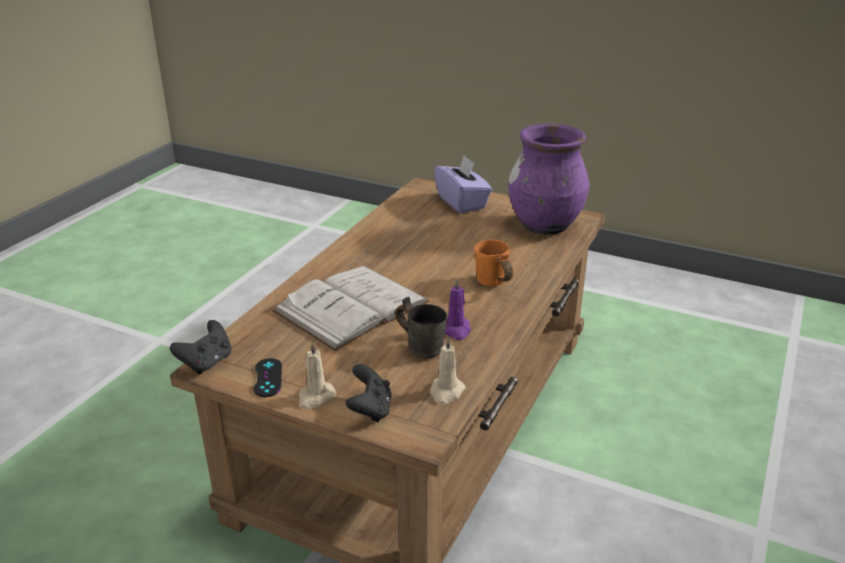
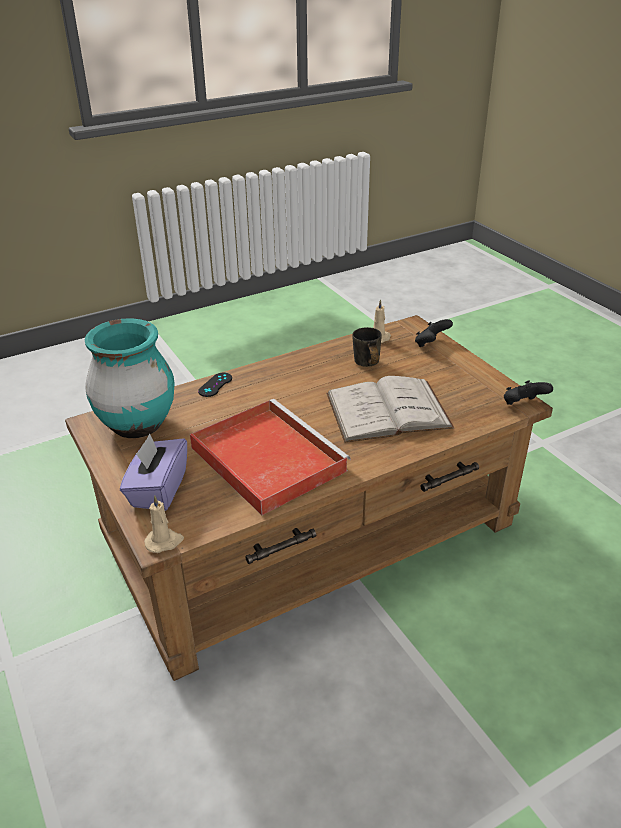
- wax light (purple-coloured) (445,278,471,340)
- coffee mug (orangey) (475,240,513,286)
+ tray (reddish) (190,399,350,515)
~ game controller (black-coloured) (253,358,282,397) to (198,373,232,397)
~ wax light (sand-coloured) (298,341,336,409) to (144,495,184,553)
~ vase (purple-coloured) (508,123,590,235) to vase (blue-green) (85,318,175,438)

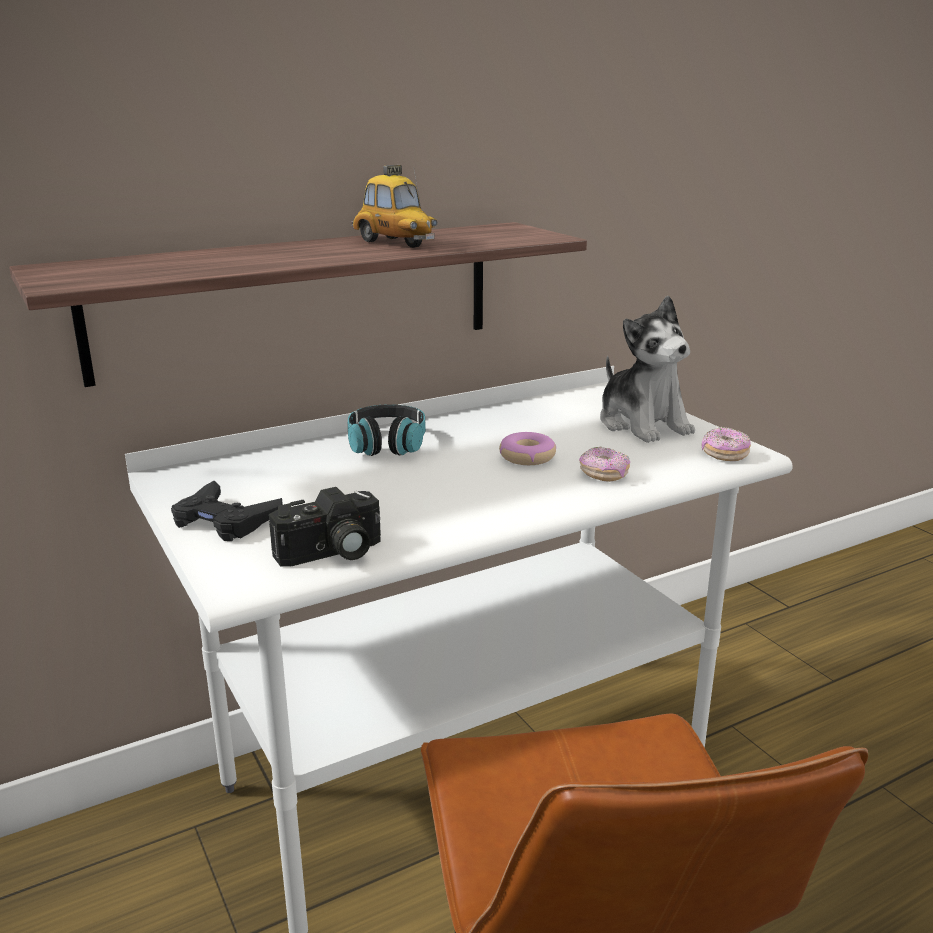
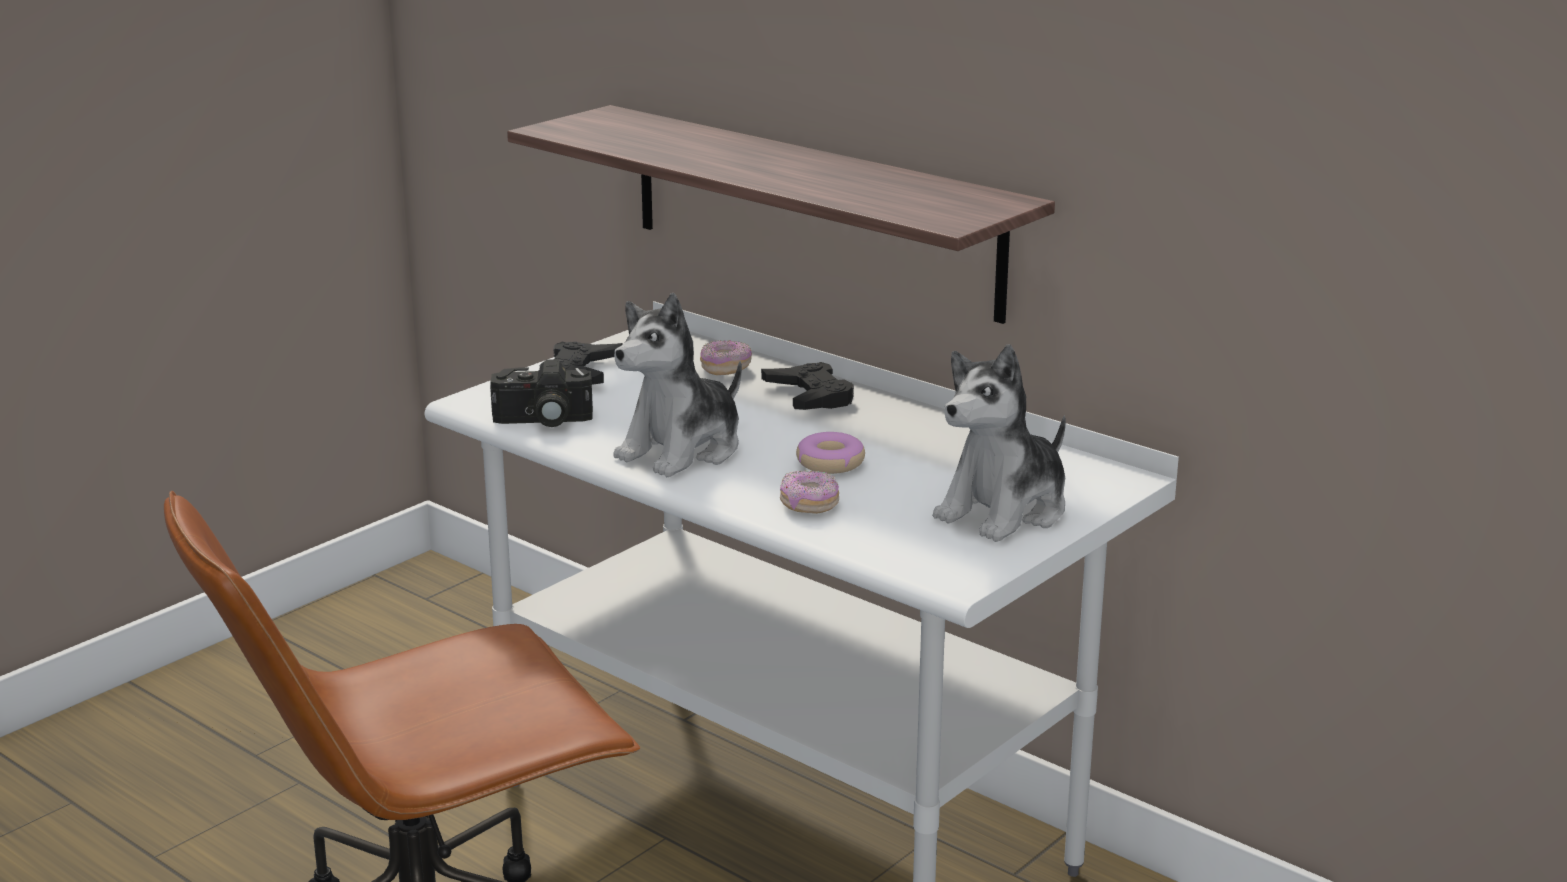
- toy car (351,165,438,248)
+ soft toy (613,293,742,477)
~ doughnut (702,427,751,461) to (700,340,752,375)
~ pair of headphones (348,404,426,456) to game controller (black-coloured) (761,362,854,410)
~ photo camera (269,487,381,567) = (490,361,593,427) 45 degrees counterclockwise

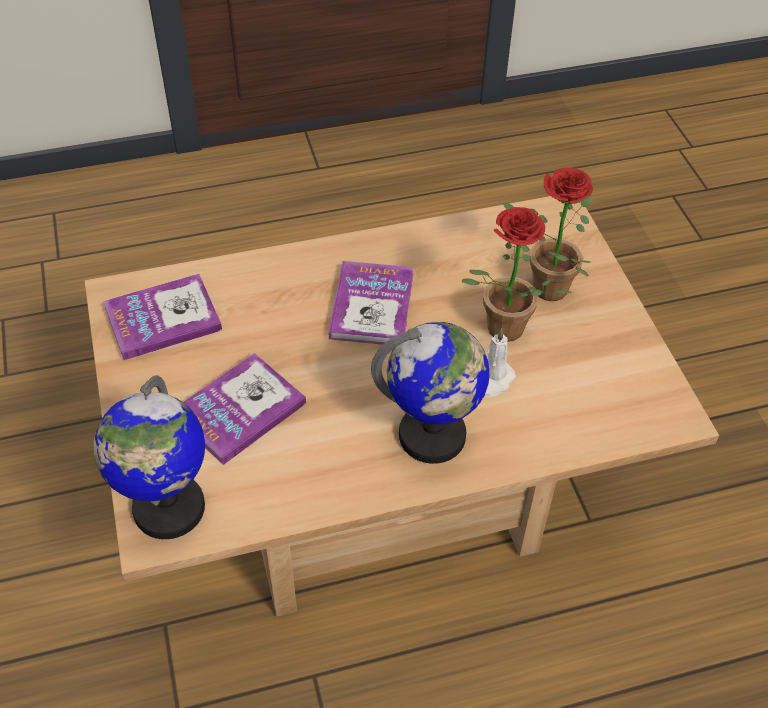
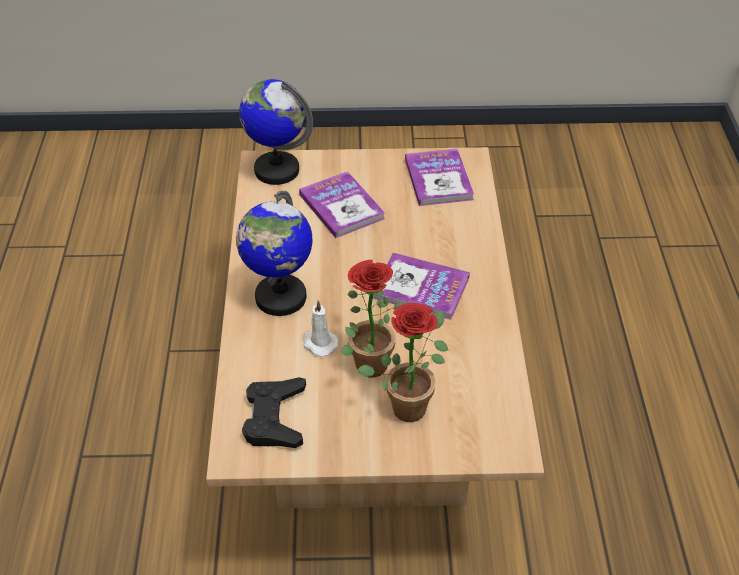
+ game controller (black-coloured) (242,377,306,448)

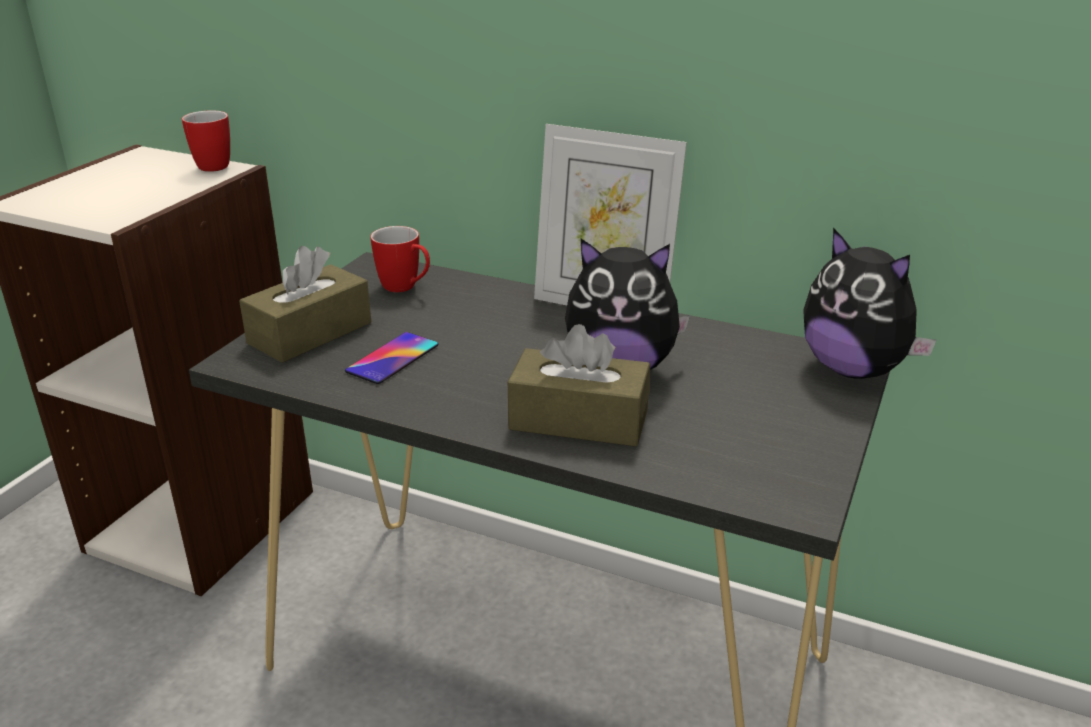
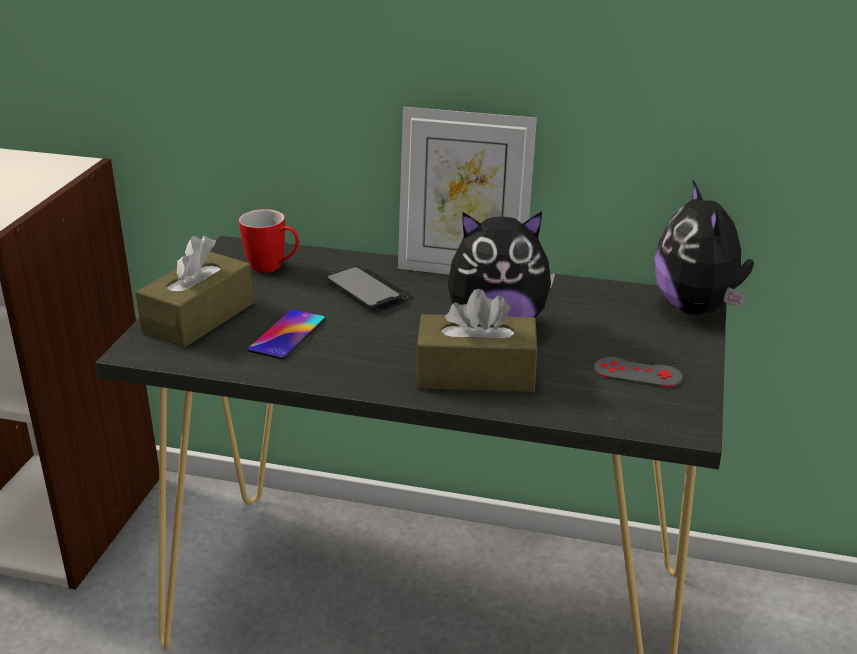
- coffee mug (182,110,230,172)
+ telephone (326,266,413,310)
+ game controller (greyish) (594,357,683,388)
~ soft toy (803,228,937,379) = (655,180,754,315) 45 degrees clockwise

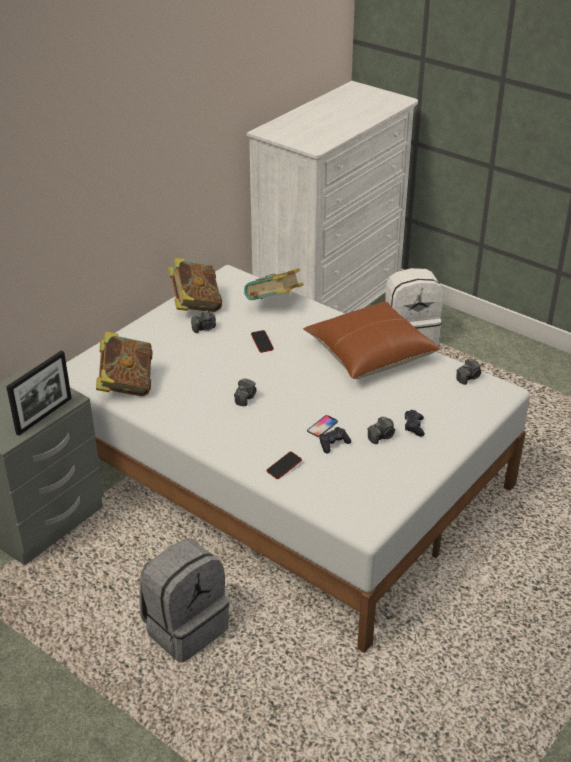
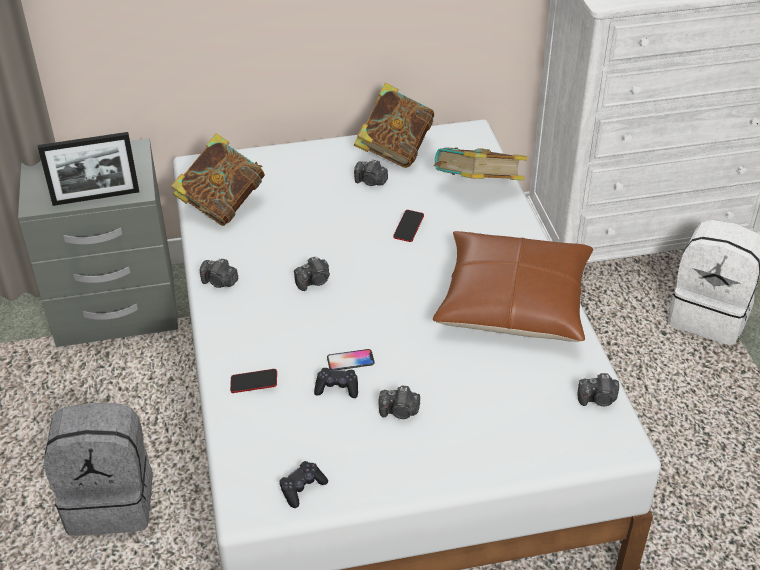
+ photo camera (200,259,238,288)
~ game controller (black-coloured) (405,410,425,437) to (279,461,328,508)

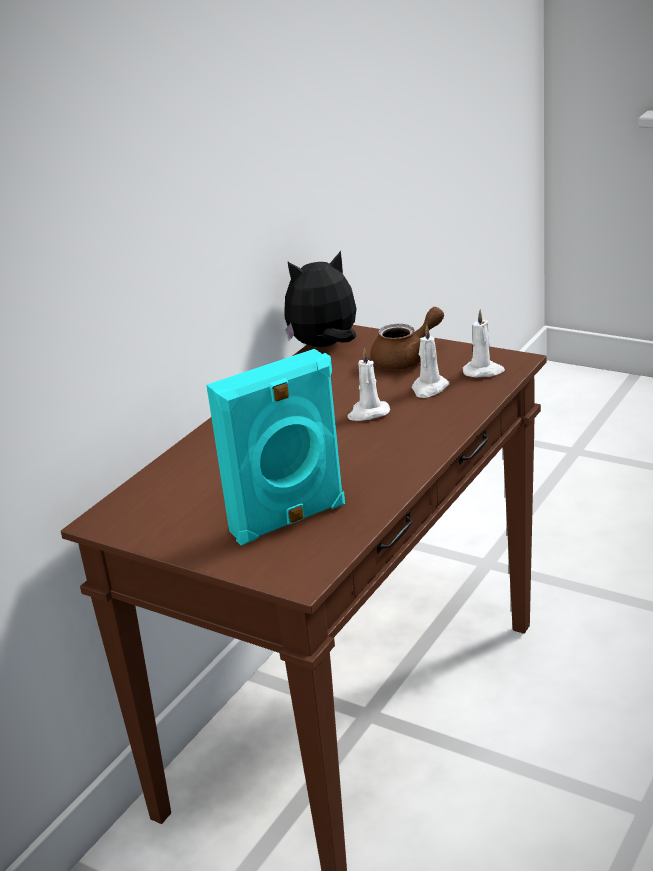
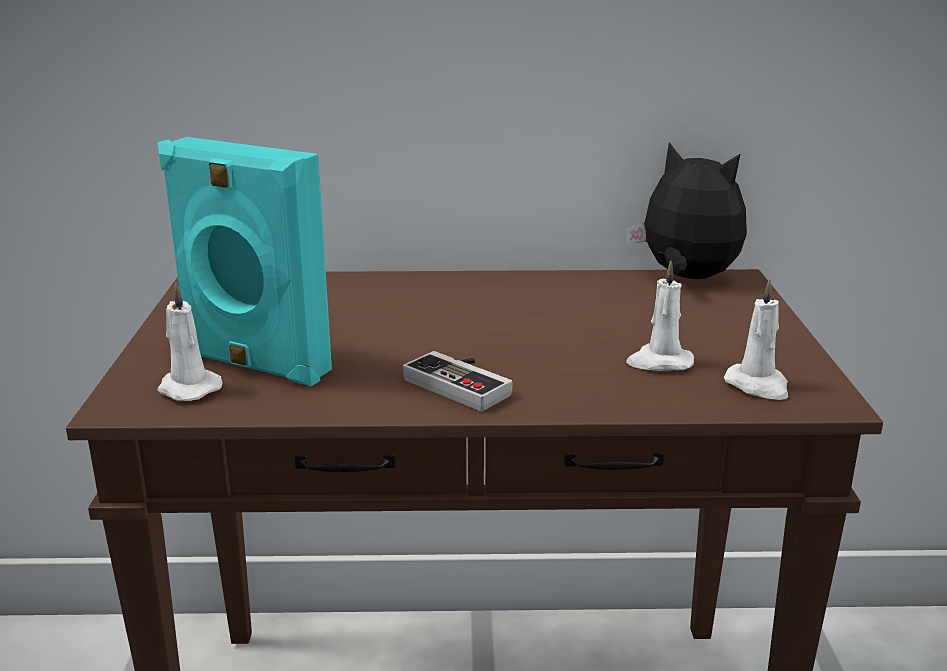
- tea pot (brown-coloured) (370,307,444,369)
+ game controller (403,351,512,411)
~ wax light (whitish) (347,348,390,421) to (157,283,223,401)

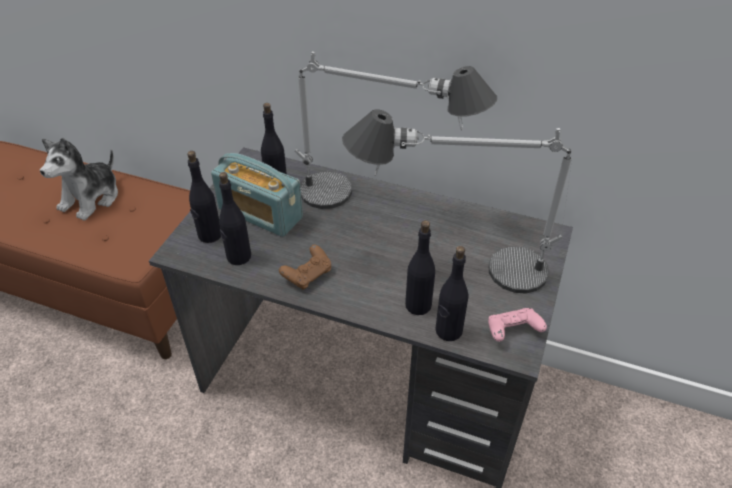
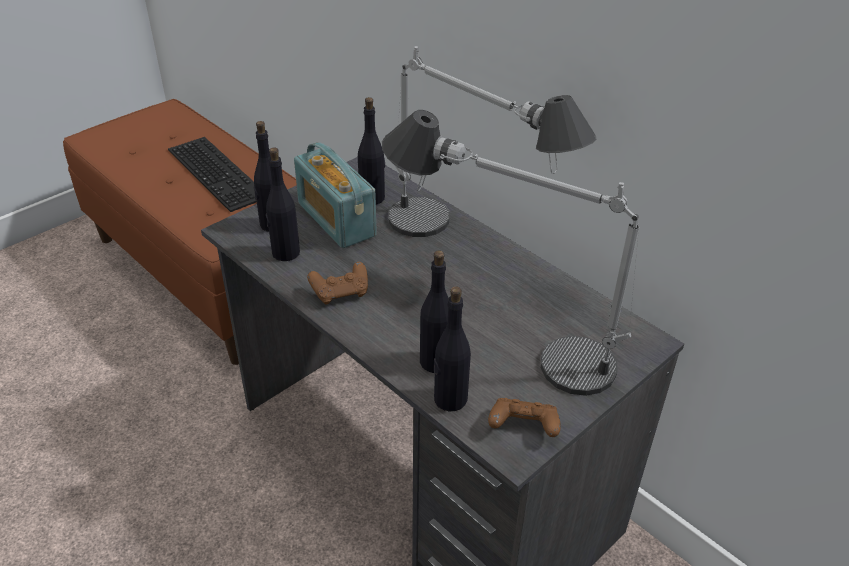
~ soft toy (40,137,118,221) to computer keyboard (168,137,257,212)
~ game controller (pinkish) (488,308,547,342) to game controller (brown-coloured) (488,398,561,437)

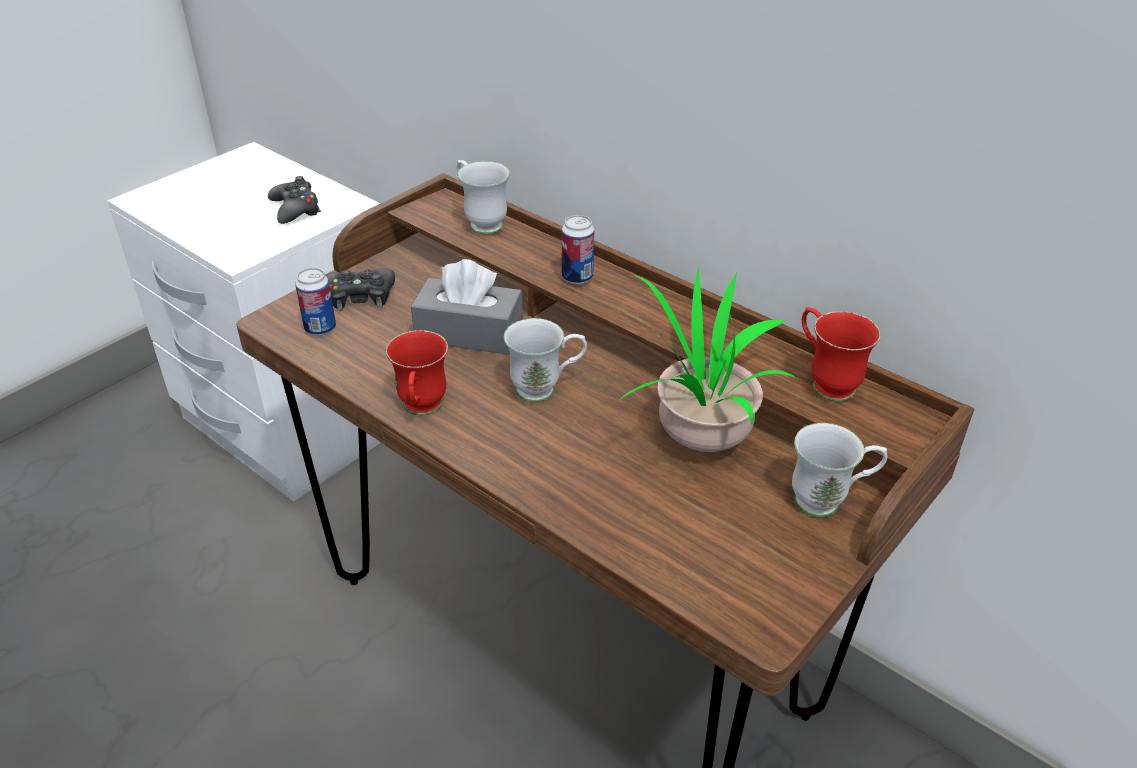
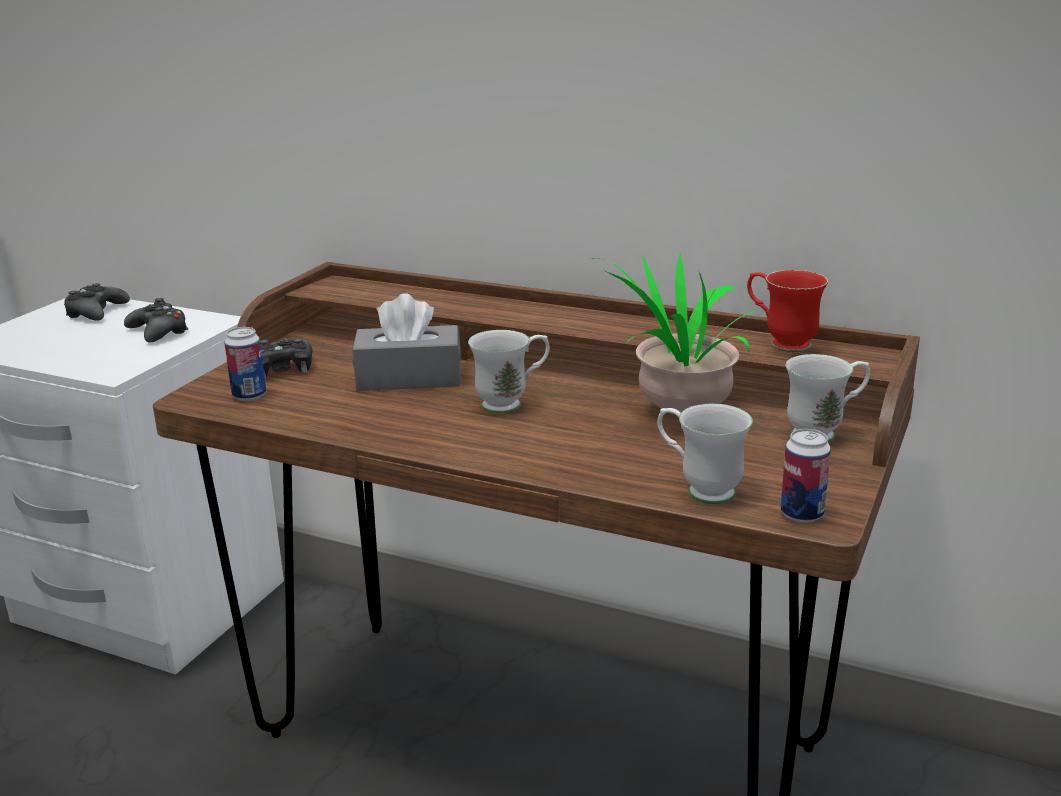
- coffee mug (reddish) (386,330,448,416)
+ game controller (black-coloured) (64,283,130,321)
~ coffee mug (whitish) (457,160,510,234) to (657,404,753,504)
~ sealed can (562,215,594,284) to (781,429,831,523)

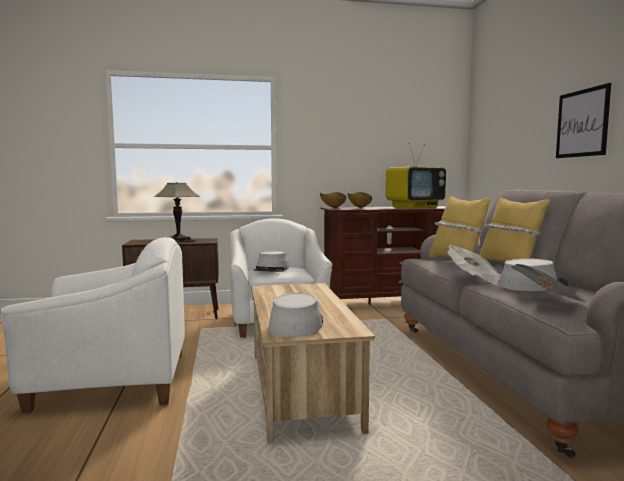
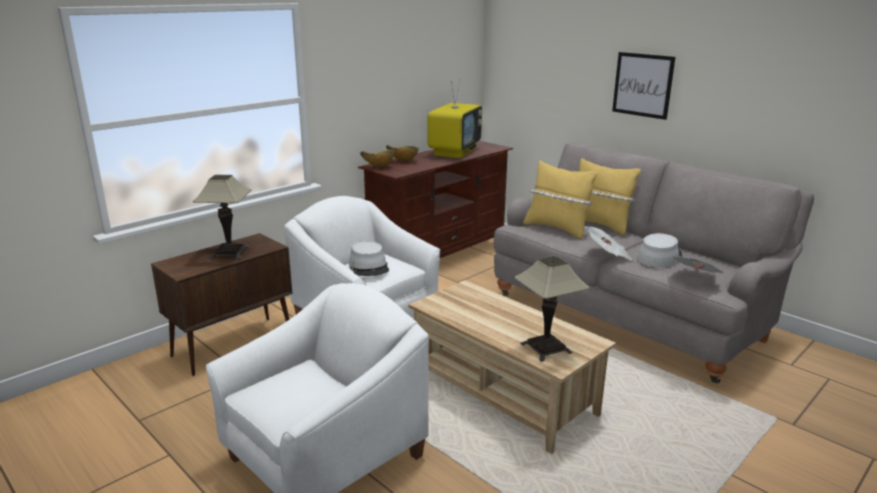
~ clothing hat (greyish) (269,293,323,337) to lamp for a table (514,256,589,362)

